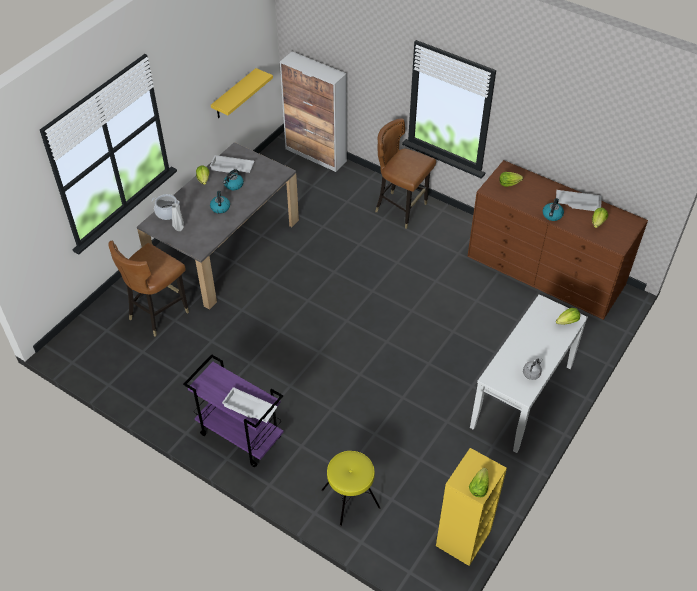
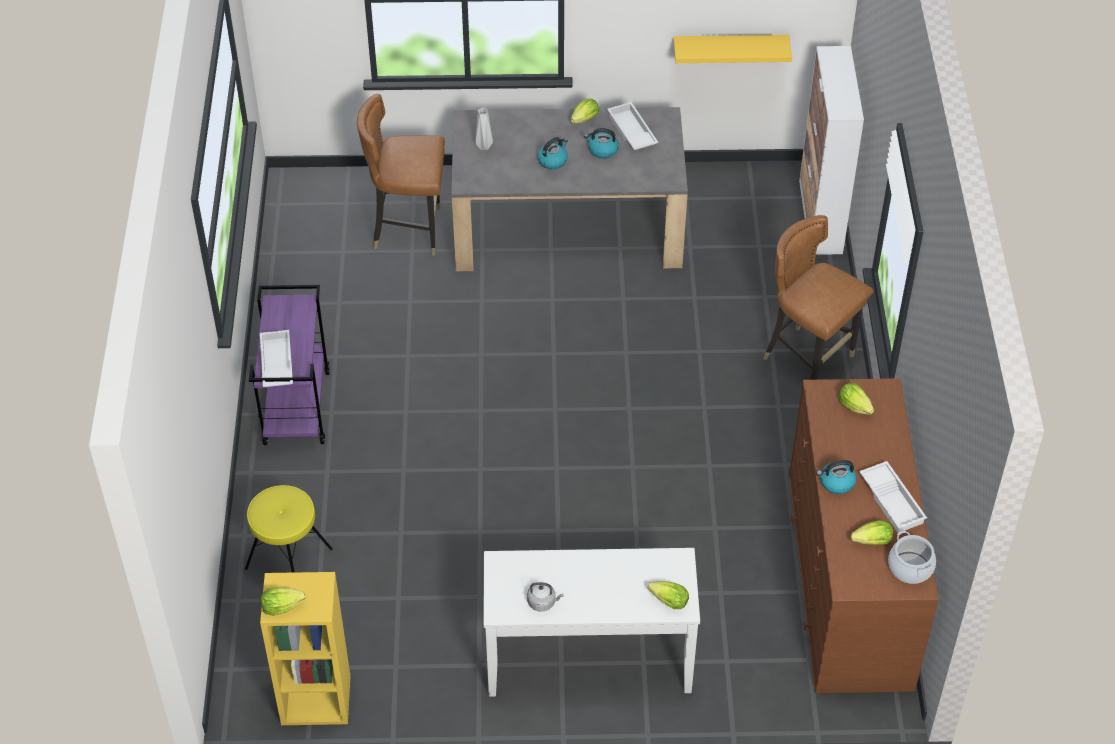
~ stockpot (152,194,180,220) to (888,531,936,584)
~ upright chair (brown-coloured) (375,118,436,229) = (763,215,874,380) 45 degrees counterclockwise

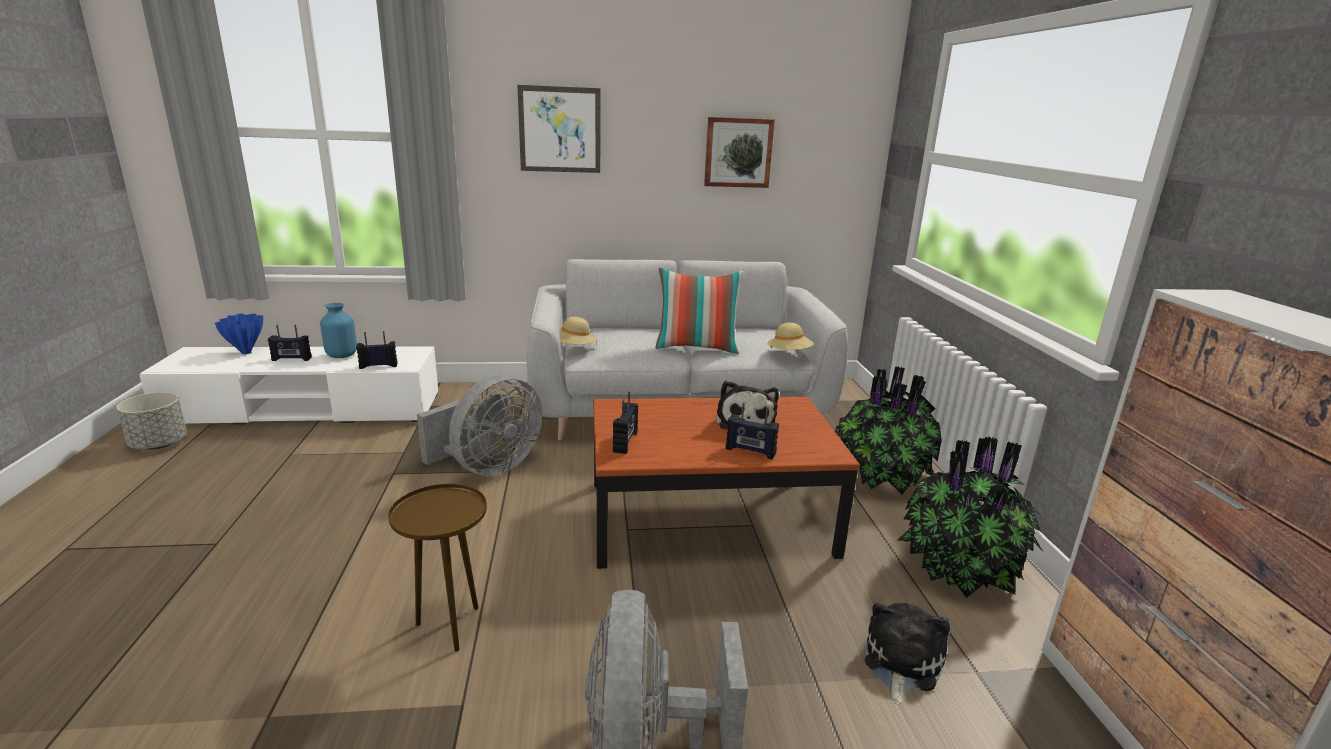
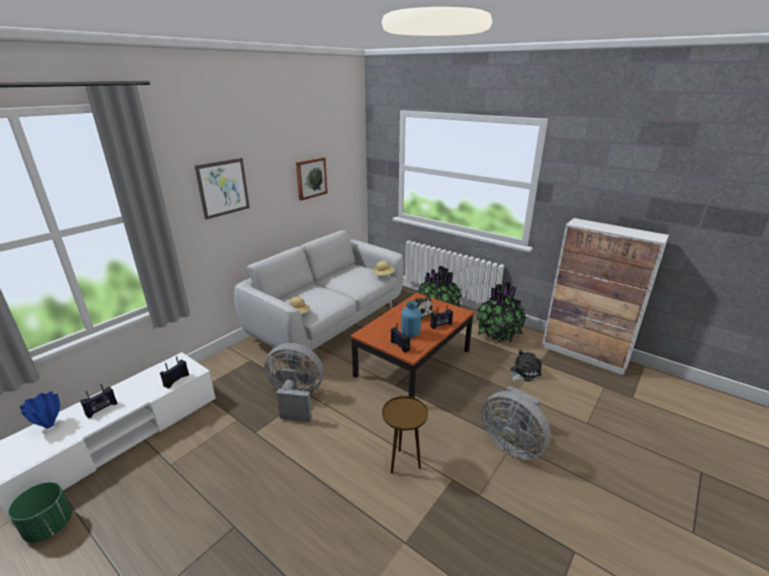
- pillow (656,268,744,354)
~ vase (blue) (320,303,357,358) to (401,301,421,337)
~ plant pot (greyish) (116,392,187,450) to plant pot (green-coloured) (8,482,72,543)
~ cooling fan (greyish) (417,374,542,476) = (264,343,323,422) 75 degrees counterclockwise
~ soft toy (865,603,950,705) = (511,350,542,382) 75 degrees clockwise

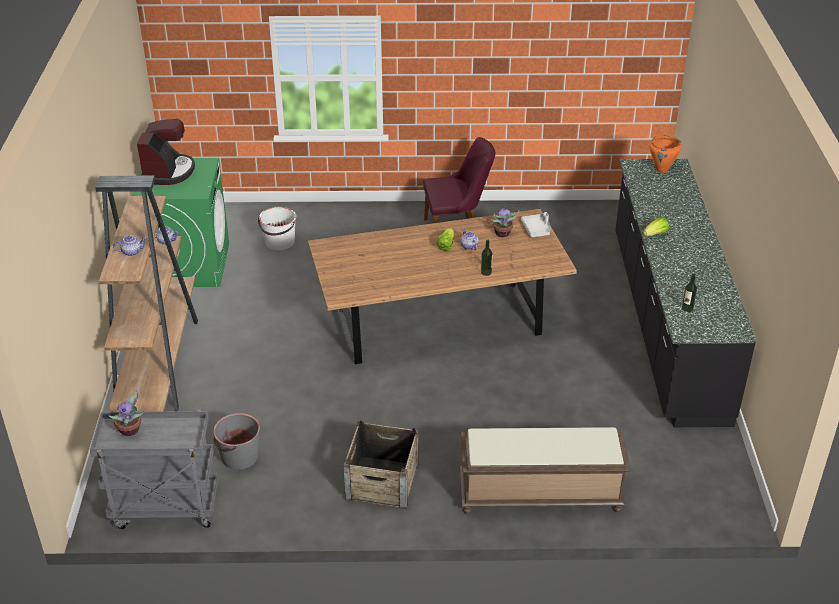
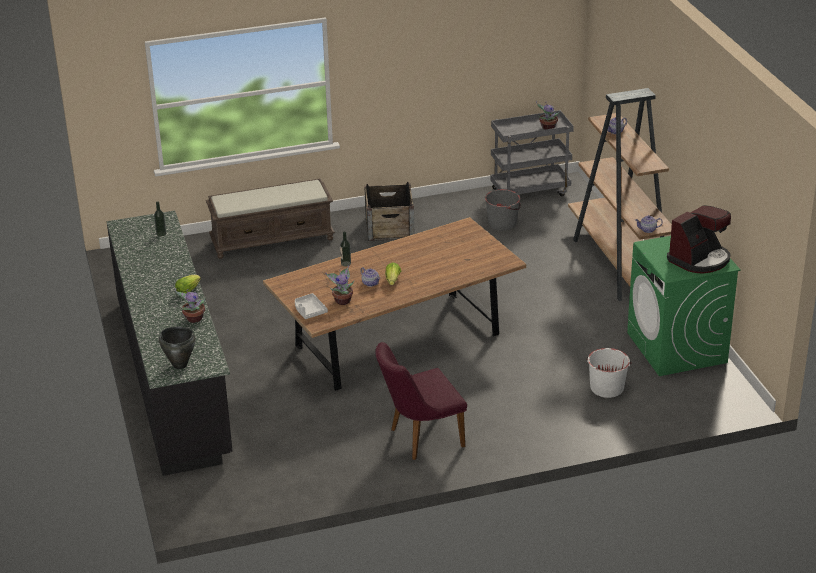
+ plant in a pot (175,288,206,323)
~ stockpot (orangey) (649,136,682,173) to stockpot (black-coloured) (159,327,196,369)
~ coffee maker (137,119,195,185) = (667,205,731,274) 120 degrees counterclockwise

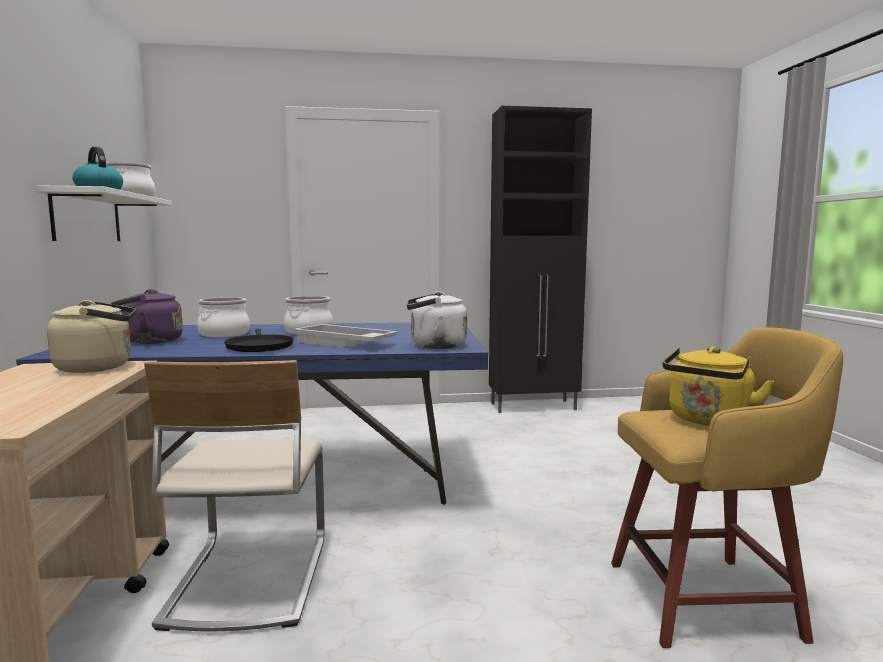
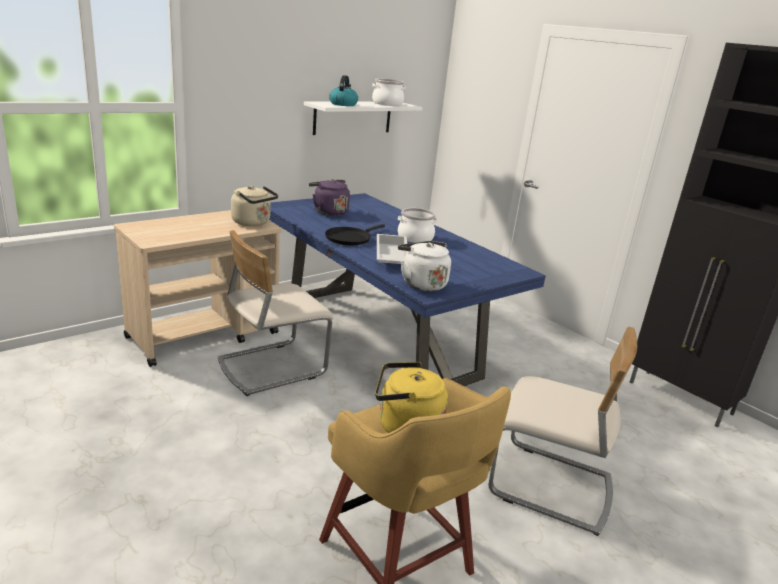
- stockpot (197,297,250,337)
+ upright chair (sand-coloured) (488,327,637,536)

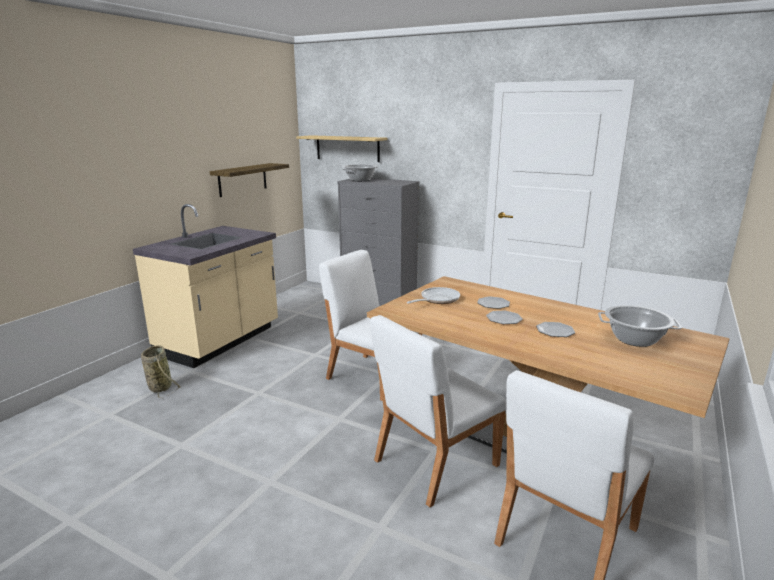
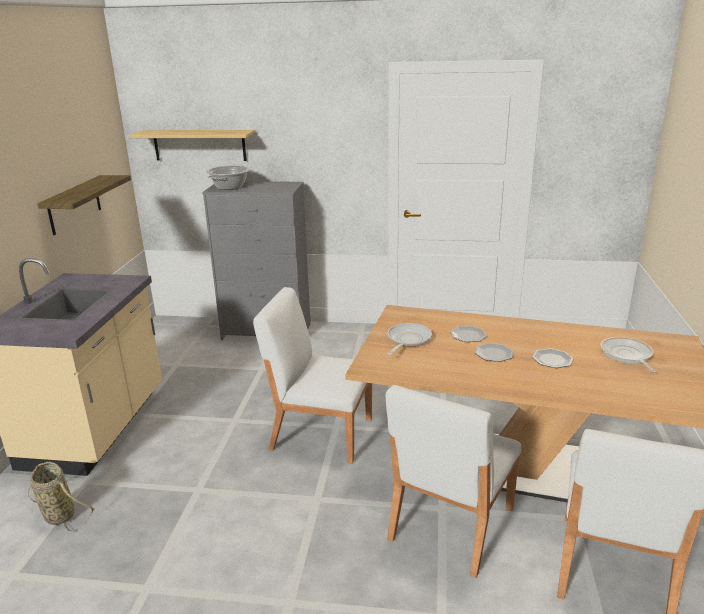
~ stockpot (598,305,682,347) to skillet (600,337,656,373)

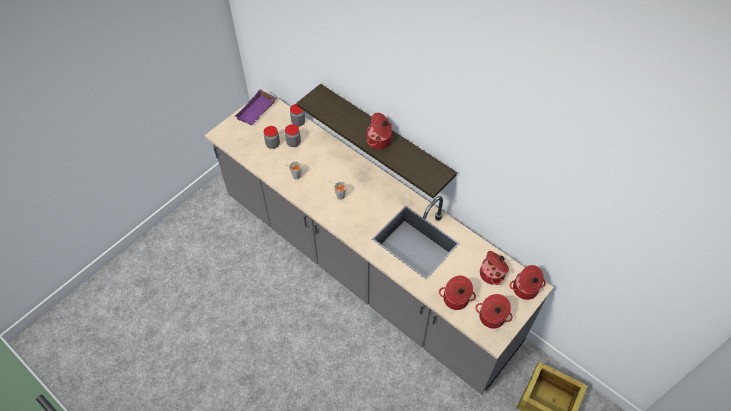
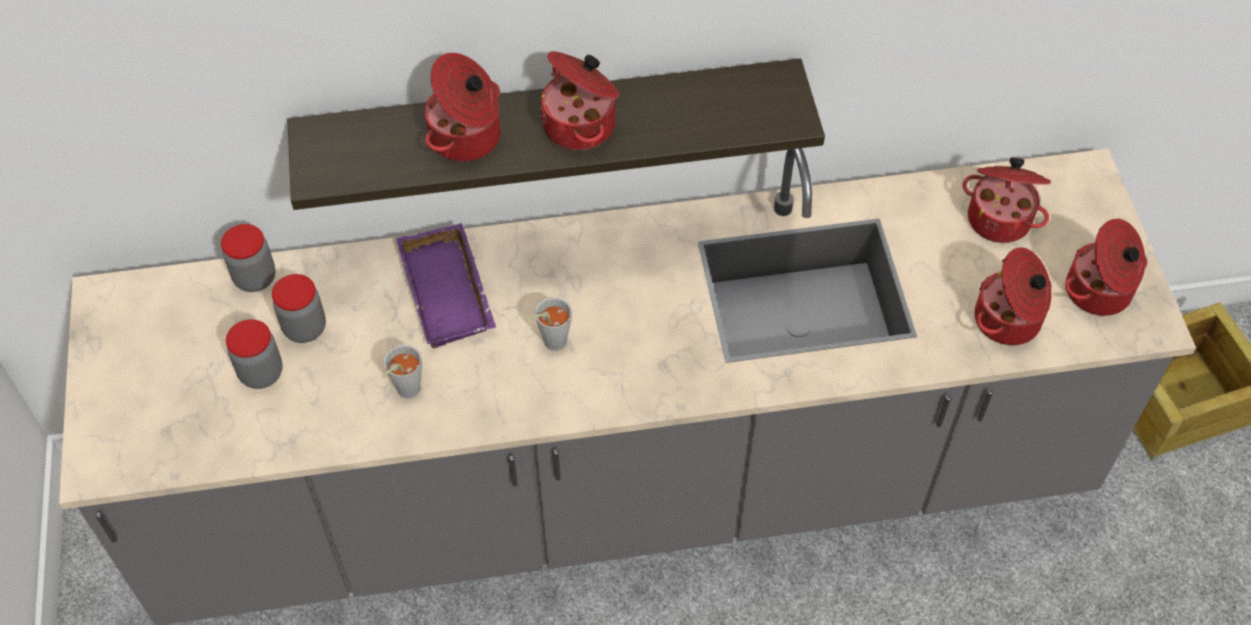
~ tray (purple-coloured) (235,89,277,125) to (396,223,496,348)
~ stockpot (510,265,546,300) to (425,53,501,162)

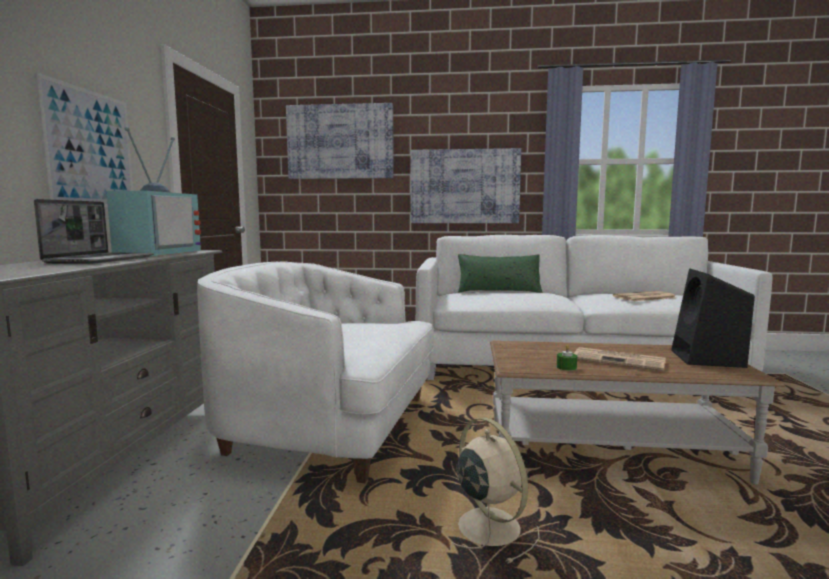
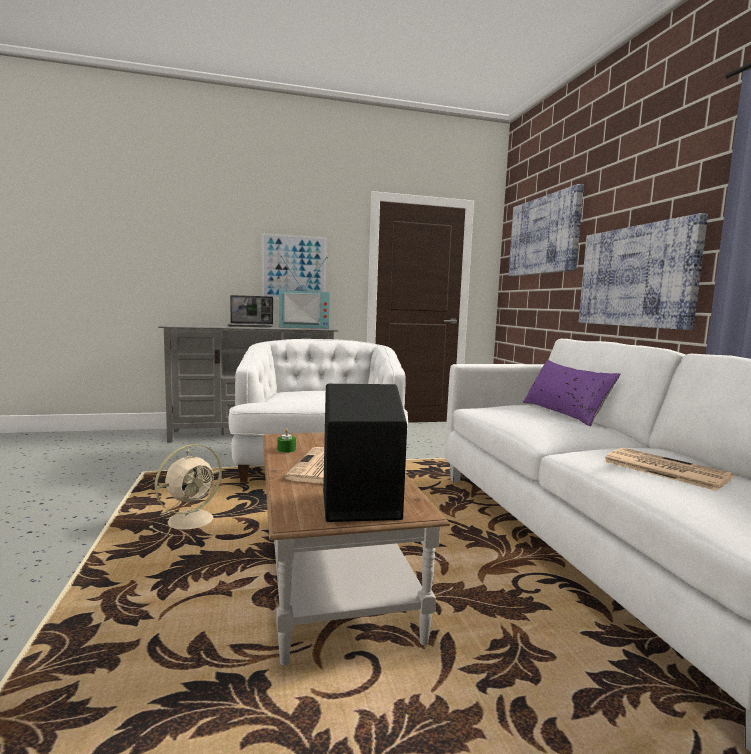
~ pillow (green-coloured) (458,254,542,293) to pillow (purple-coloured) (523,360,621,426)

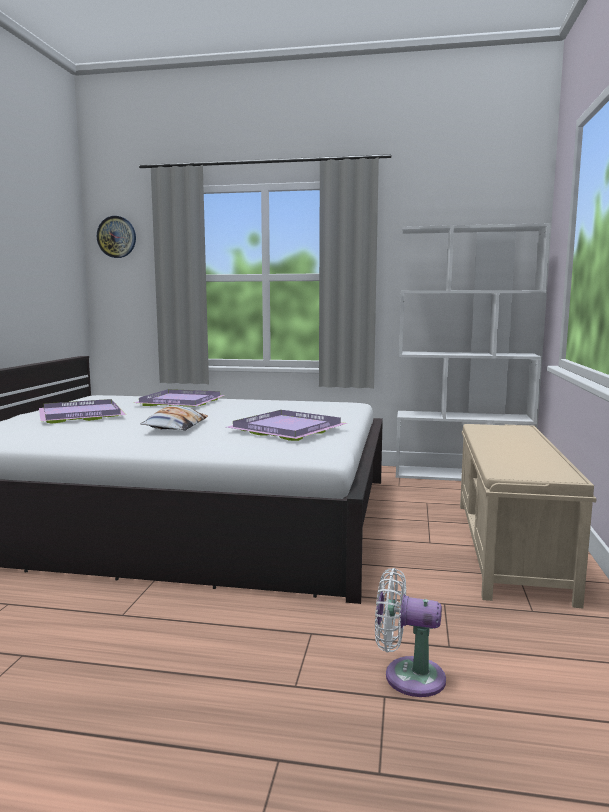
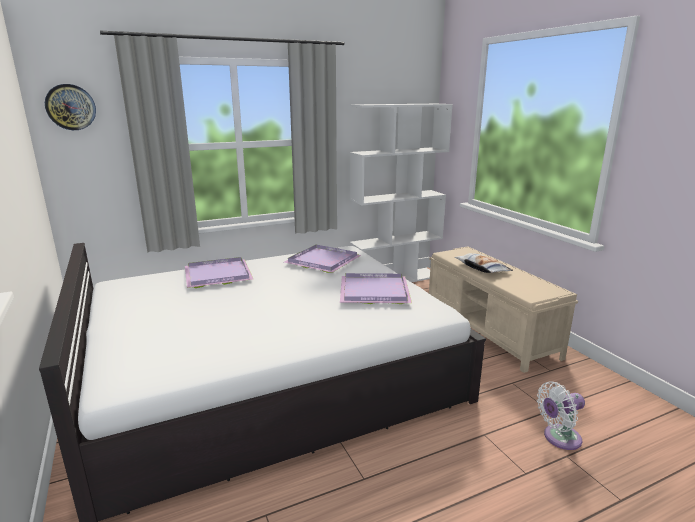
~ tray (purple-coloured) (39,399,126,424) to (284,245,361,273)
~ pillow (141,405,208,430) to (455,253,513,273)

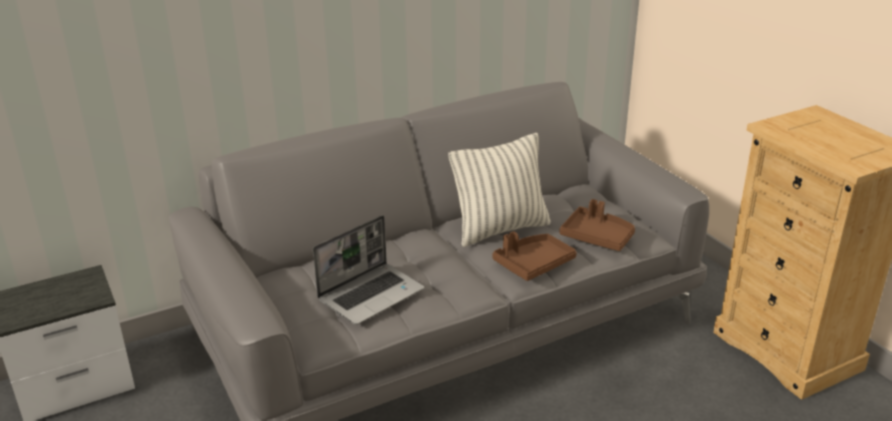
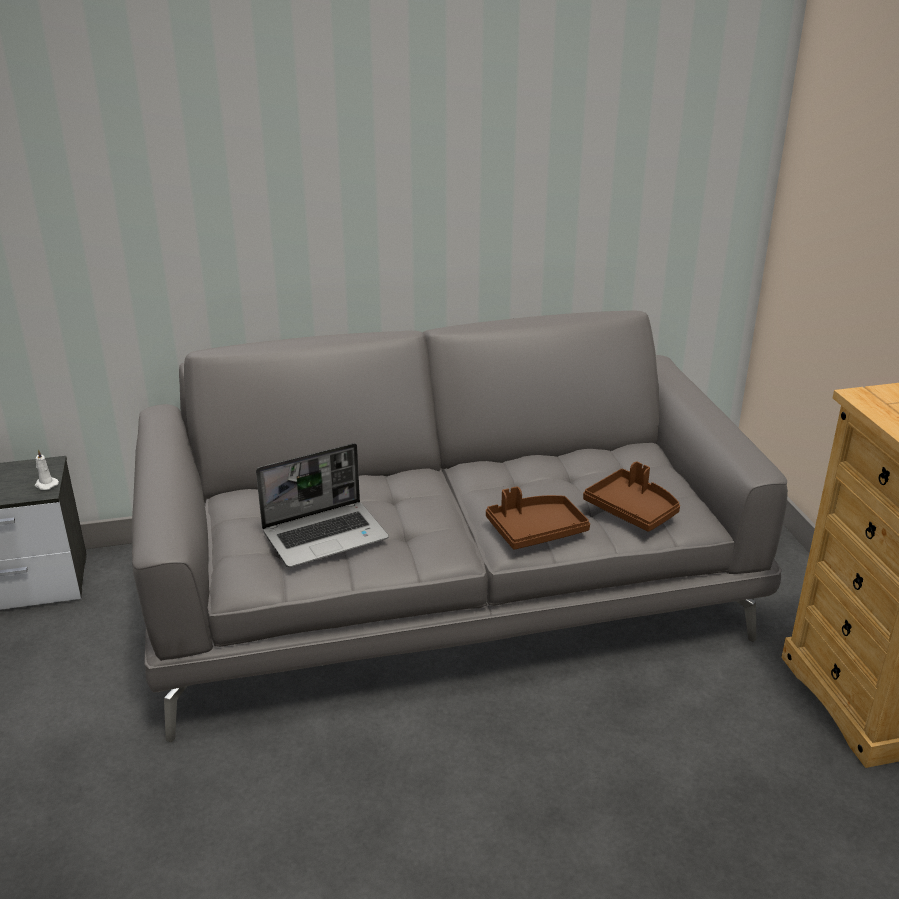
- pillow (448,133,551,247)
+ wax light (whitish) (35,449,59,490)

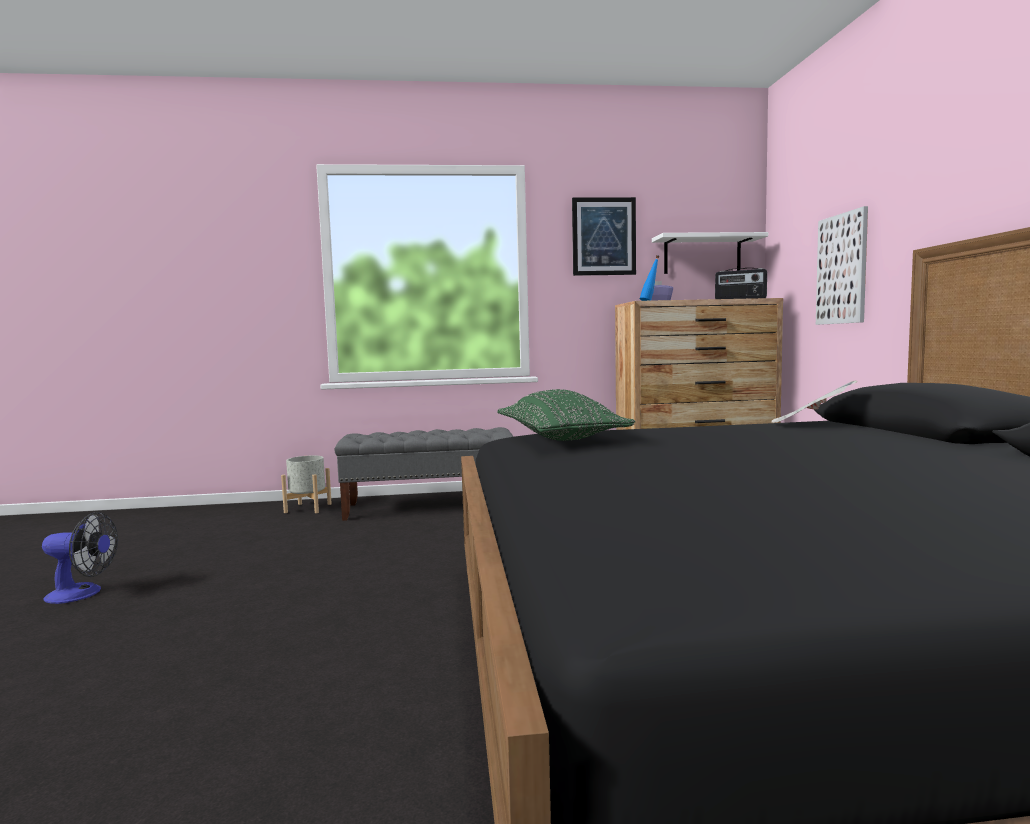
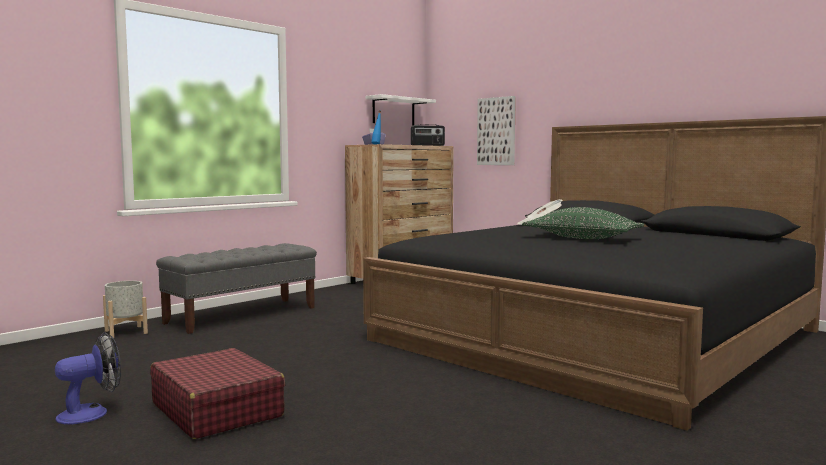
- wall picture (572,197,636,276)
+ suitcase (reddish) (150,348,285,439)
~ pillow (green-coloured) (497,389,635,441) to (522,207,644,239)

